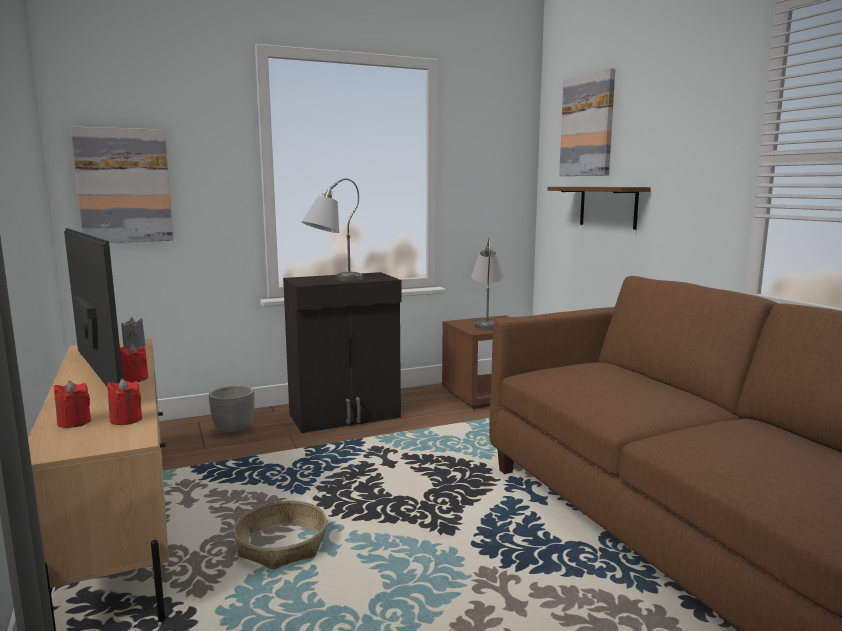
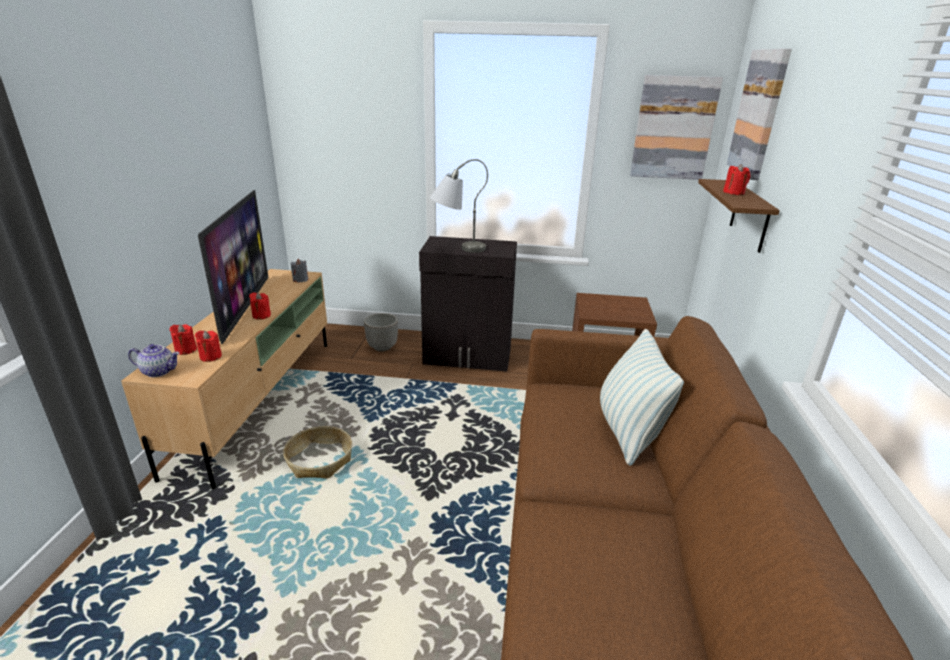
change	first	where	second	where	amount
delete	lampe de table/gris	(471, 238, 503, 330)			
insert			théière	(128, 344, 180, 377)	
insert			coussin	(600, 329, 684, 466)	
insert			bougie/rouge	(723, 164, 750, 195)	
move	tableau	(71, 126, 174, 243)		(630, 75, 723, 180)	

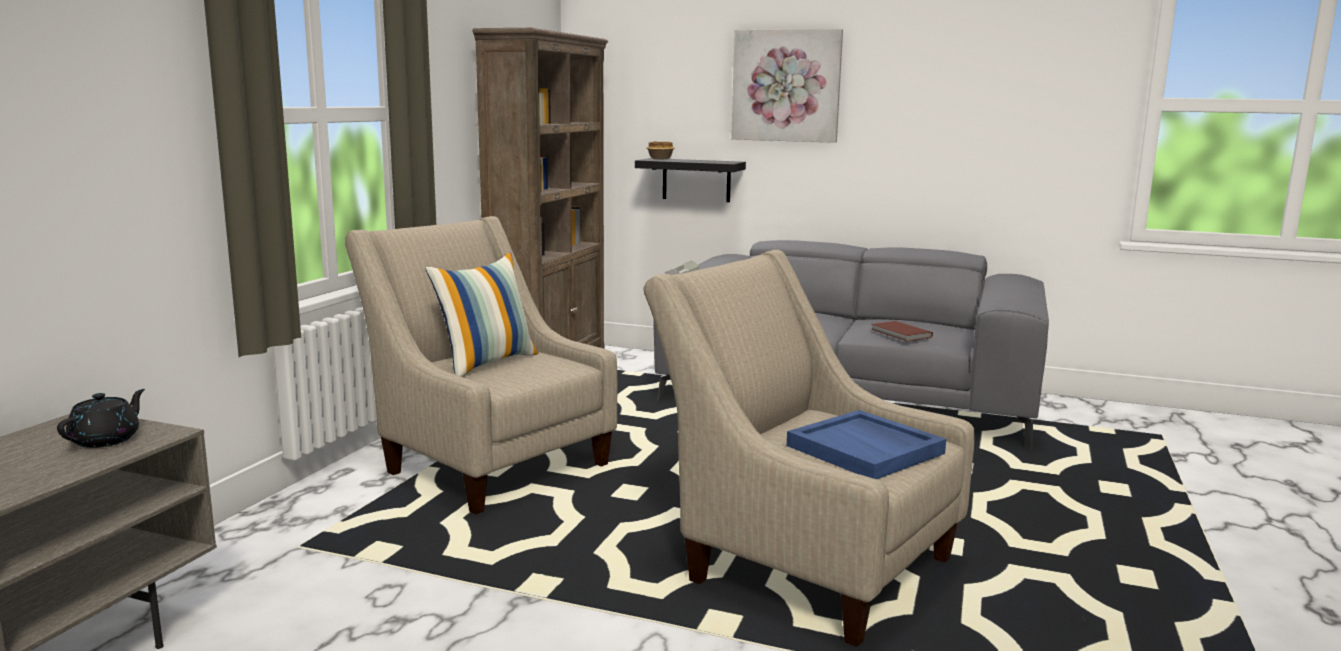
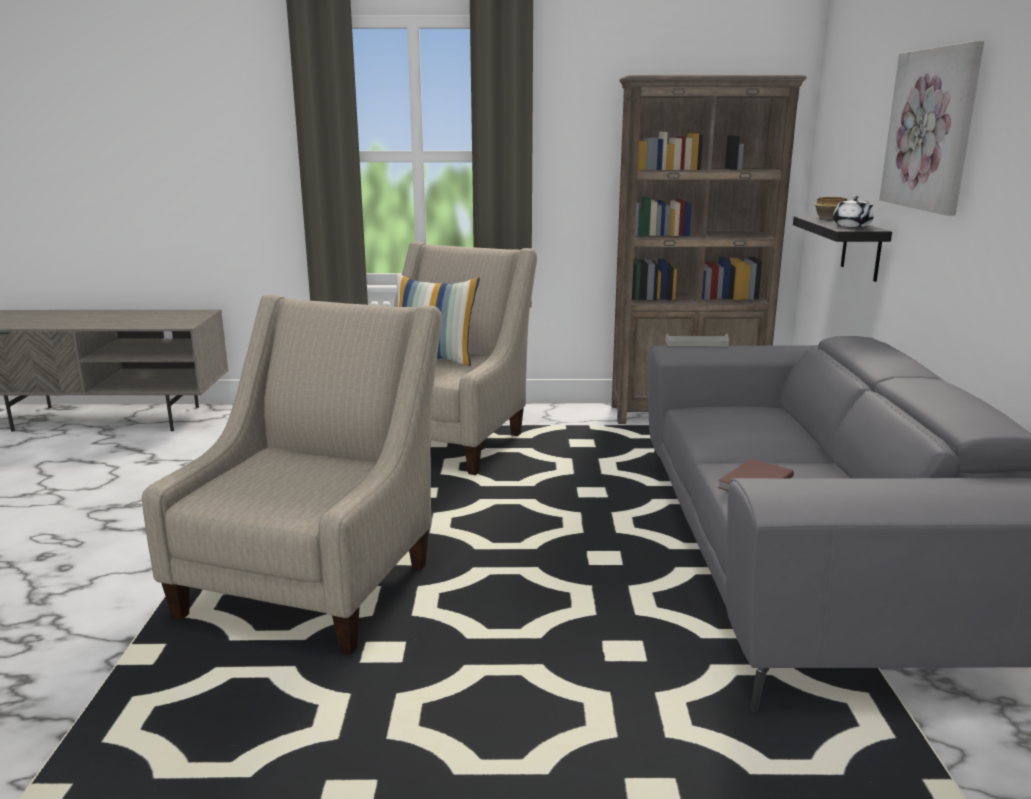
change	first	where	second	where	amount
delete	théière/noir	(57, 389, 145, 448)			
delete	plateau/bleu	(787, 410, 946, 479)			
insert			théière/blanc	(833, 195, 874, 227)	

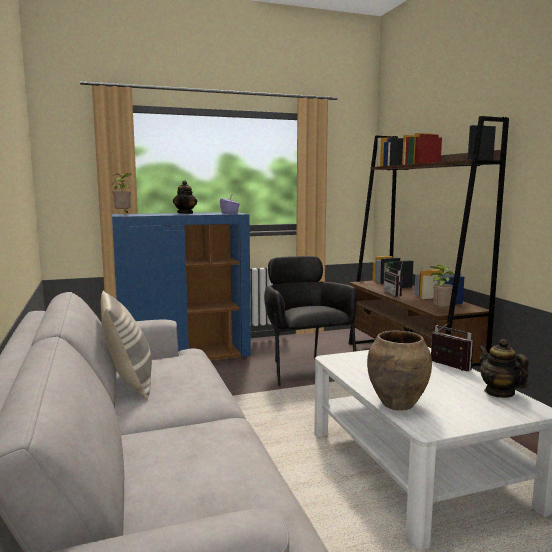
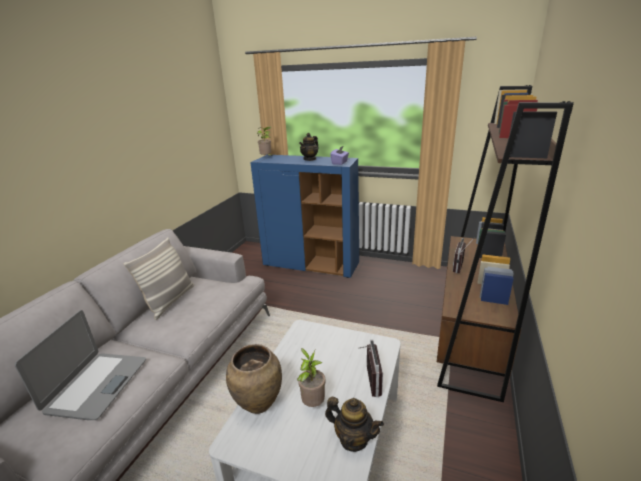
change	first	where	second	where	amount
delete	fauteuil/noir	(264, 256, 357, 386)			
insert			ordinateur portable	(15, 310, 146, 420)	
move	plante en pot	(430, 265, 454, 309)		(297, 348, 326, 407)	
rotate	théière	(478, 339, 529, 398)		(325, 397, 384, 452)	105 degrees clockwise

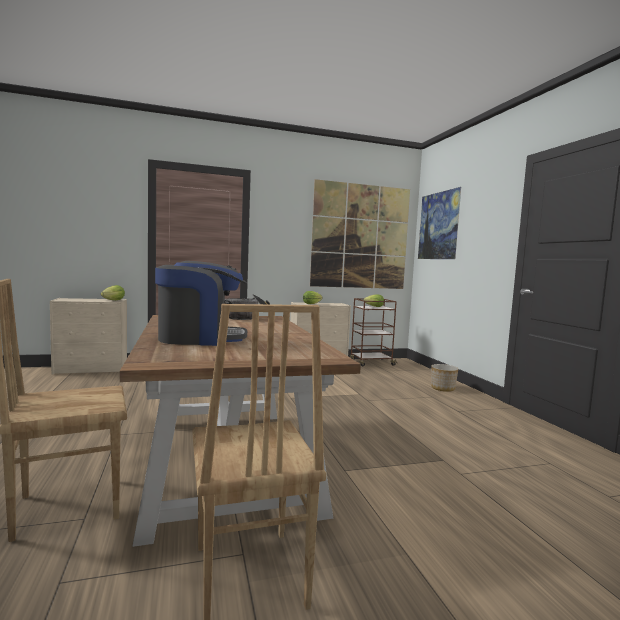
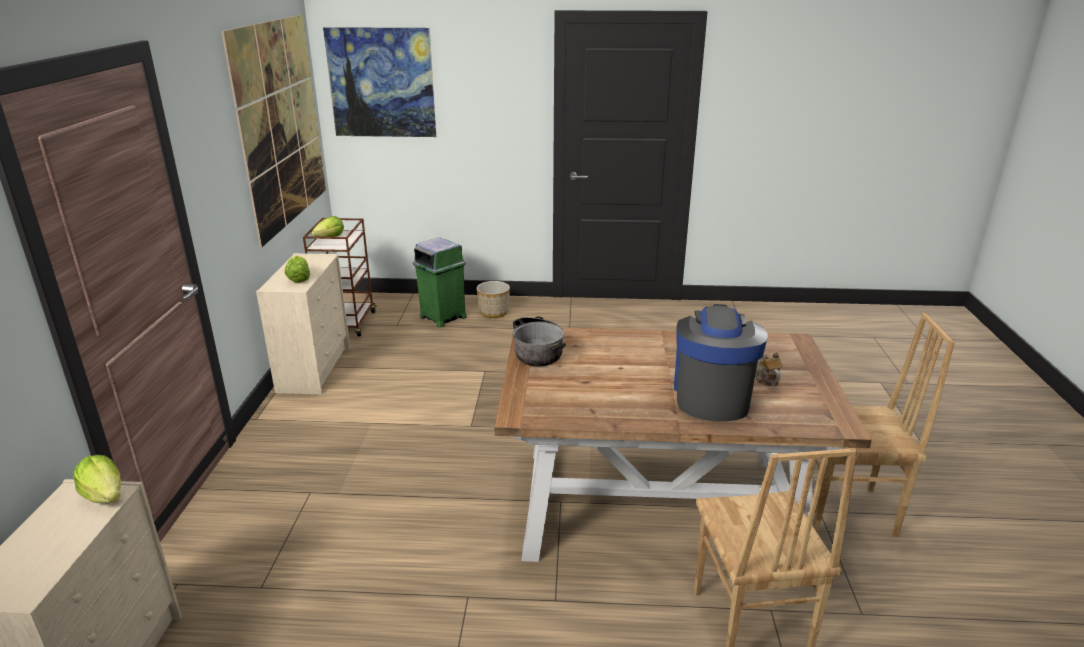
change	first	where	second	where	amount
insert			poubelle/vert	(412, 237, 467, 328)	
insert			théière	(755, 352, 783, 386)	

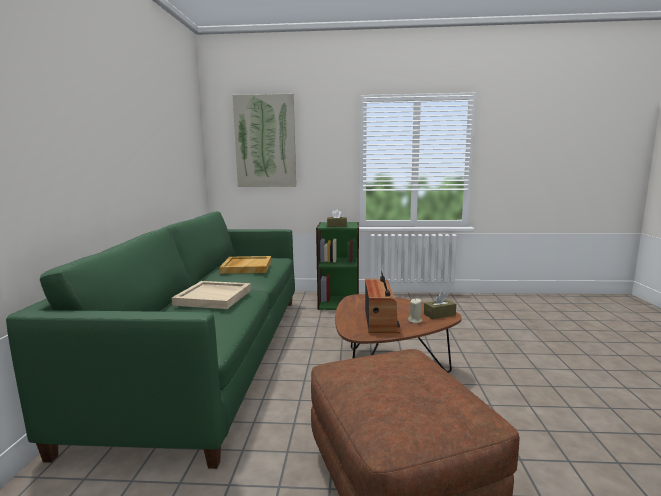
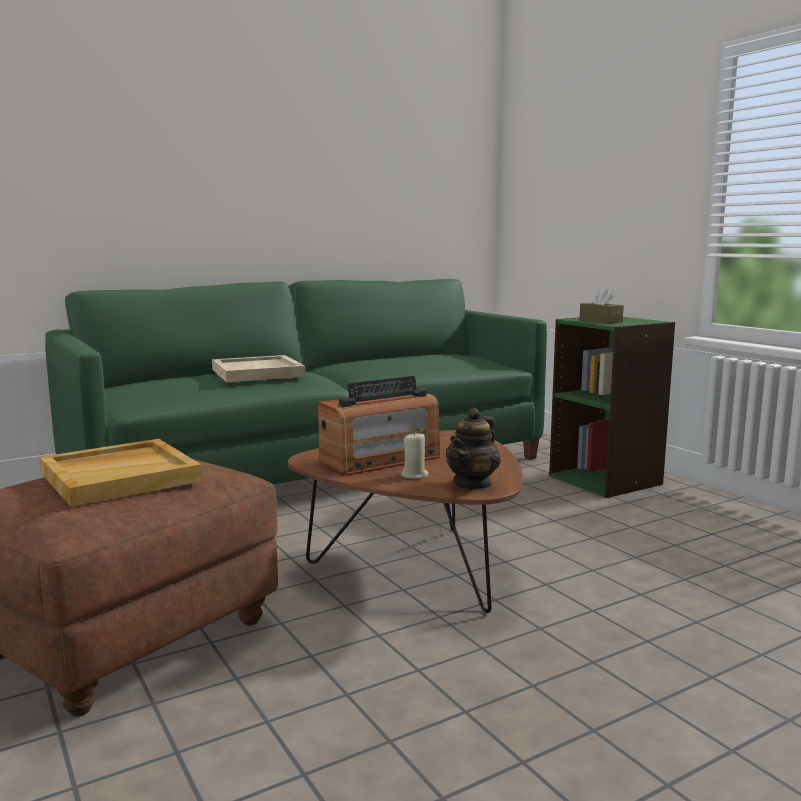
change	first	where	second	where	amount
delete	tableau	(233, 94, 296, 187)			
move	plateau/beige	(219, 256, 272, 274)		(39, 439, 202, 507)	
replace	boîte à mouchoirs/marron	(424, 292, 456, 319)	théière	(446, 408, 501, 491)	

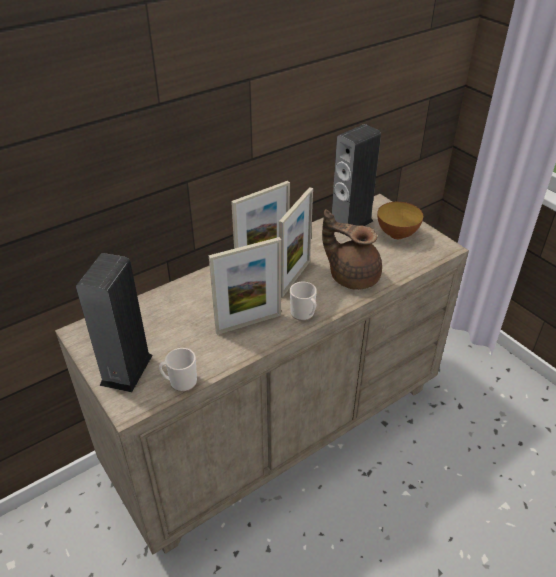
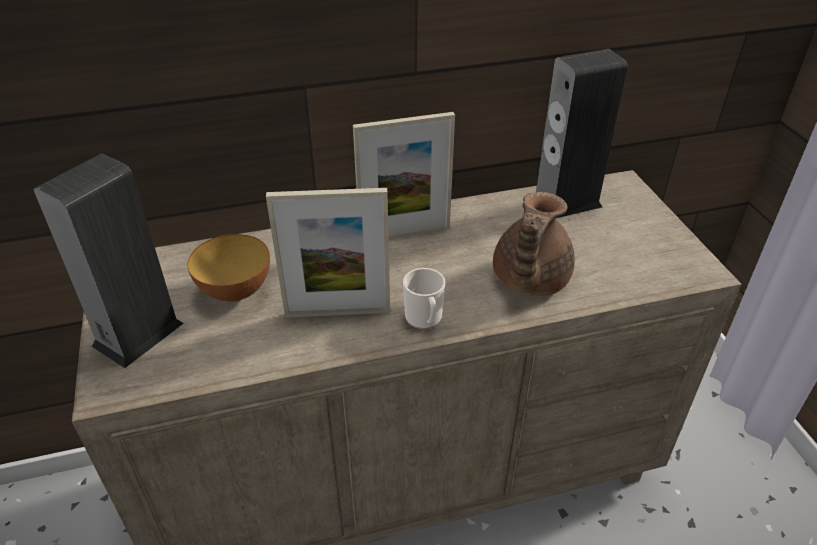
change	first	where	second	where	amount
delete	mug	(159, 348, 197, 392)			
delete	cadre photo	(279, 187, 313, 298)			
move	bol	(377, 202, 423, 239)		(187, 234, 270, 302)	
rotate	théière/marron	(322, 209, 382, 290)		(493, 192, 575, 296)	120 degrees counterclockwise

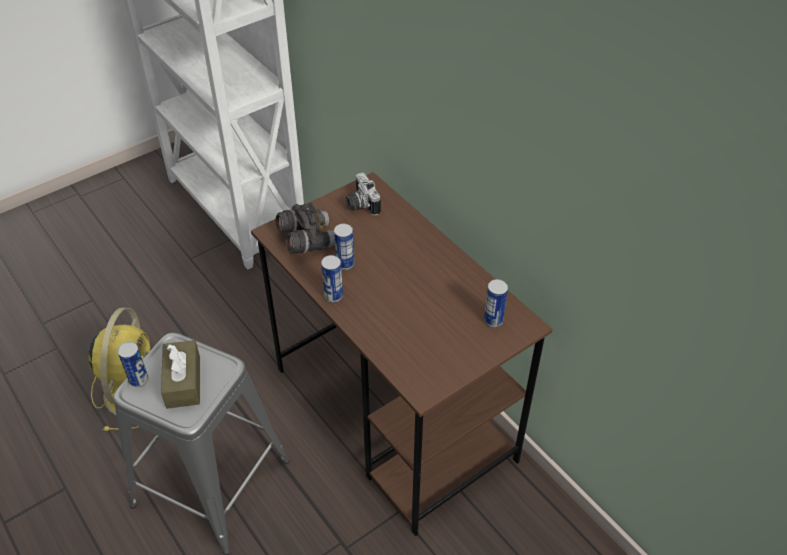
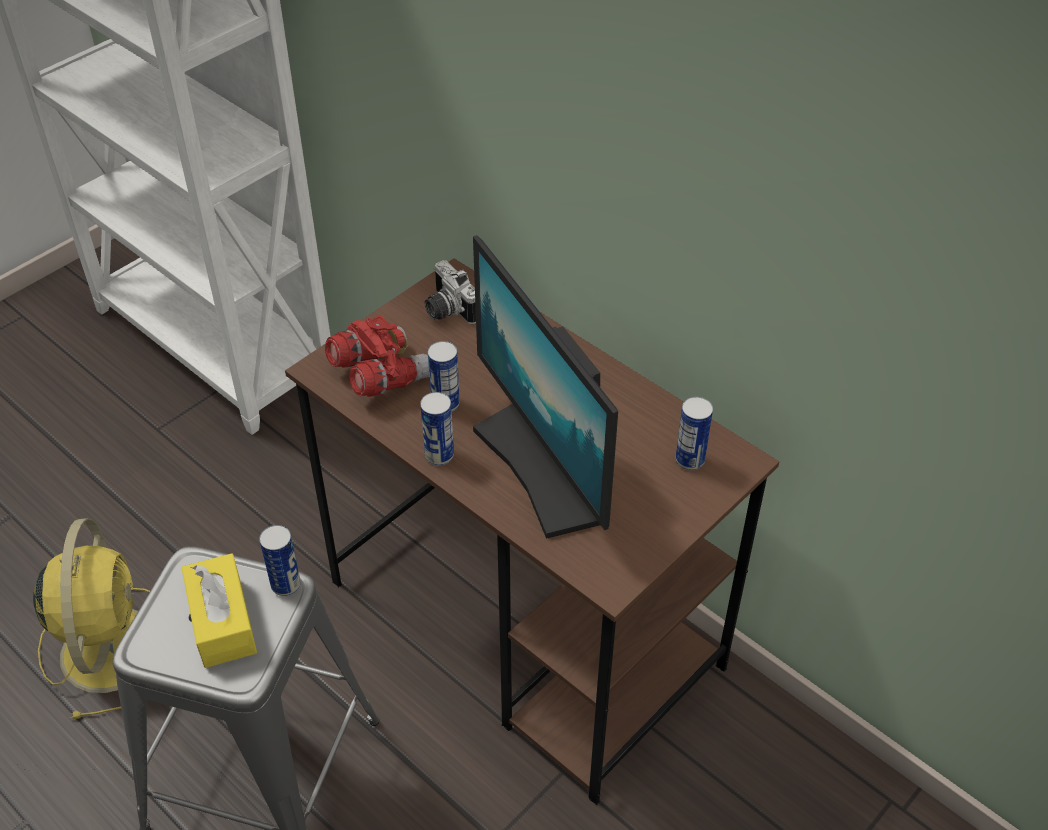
change	first	where	second	where	amount
insert			écran d'ordinateur	(473, 235, 618, 539)	
move	boîte métallique	(118, 342, 149, 387)		(259, 525, 301, 596)	
recolor	boîte à mouchoirs/marron	(161, 340, 200, 409)	boîte à mouchoirs/jaune	(181, 553, 257, 668)	
recolor	jumelles/gris	(275, 202, 335, 253)	jumelles/rouge	(325, 315, 430, 397)	

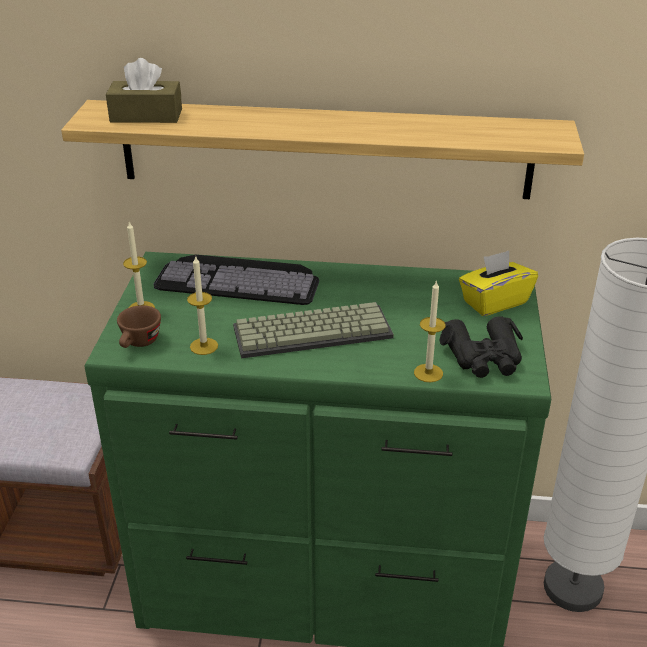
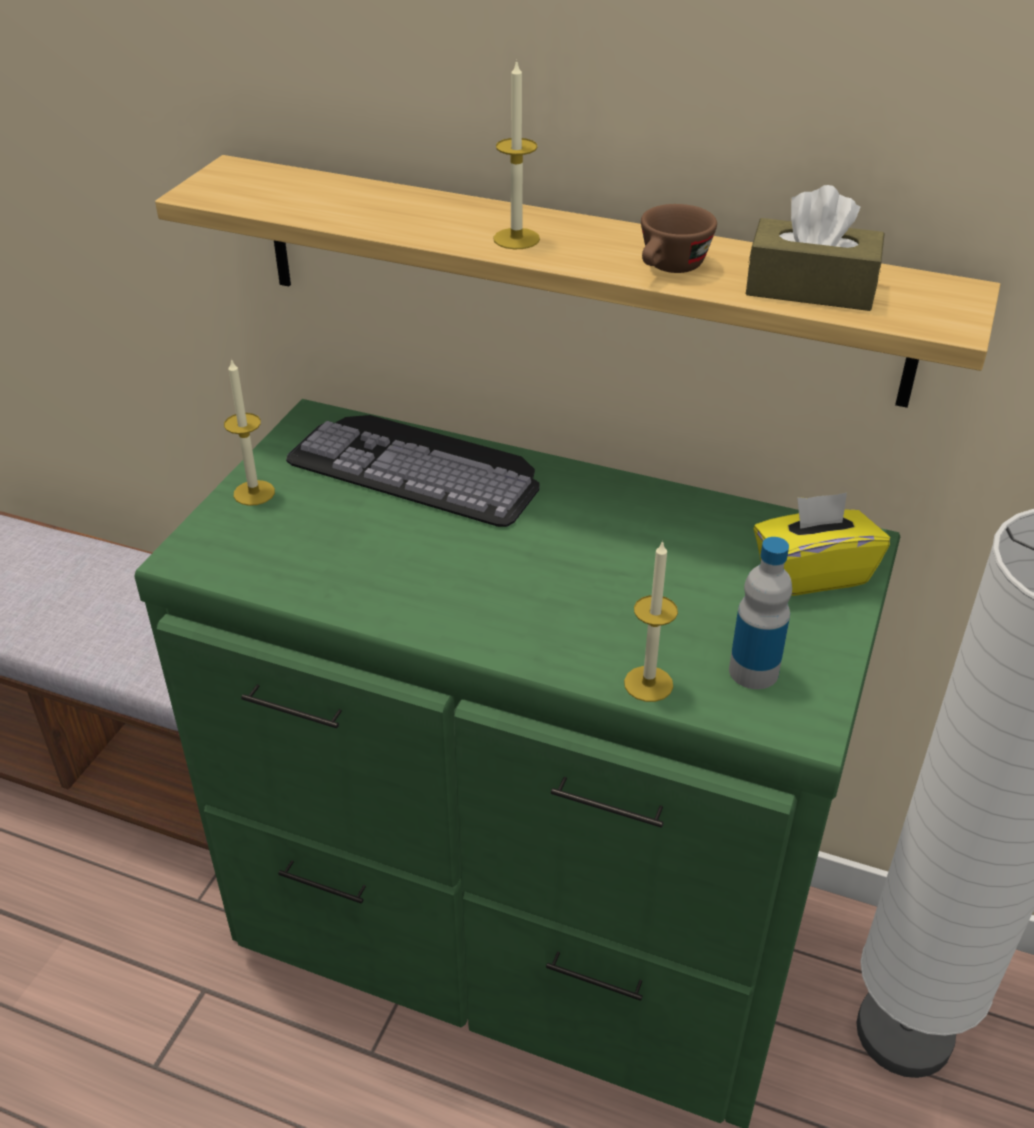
change	first	where	second	where	amount
delete	clavier	(233, 302, 394, 358)			
move	boîte à mouchoirs/marron	(106, 58, 182, 123)		(746, 185, 885, 311)	
move	tasse/marron	(117, 305, 161, 348)		(641, 204, 717, 273)	
move	bougie	(187, 255, 218, 355)		(493, 59, 540, 249)	
replace	jumelles/noir	(440, 316, 523, 378)	bouteille	(729, 537, 792, 689)	

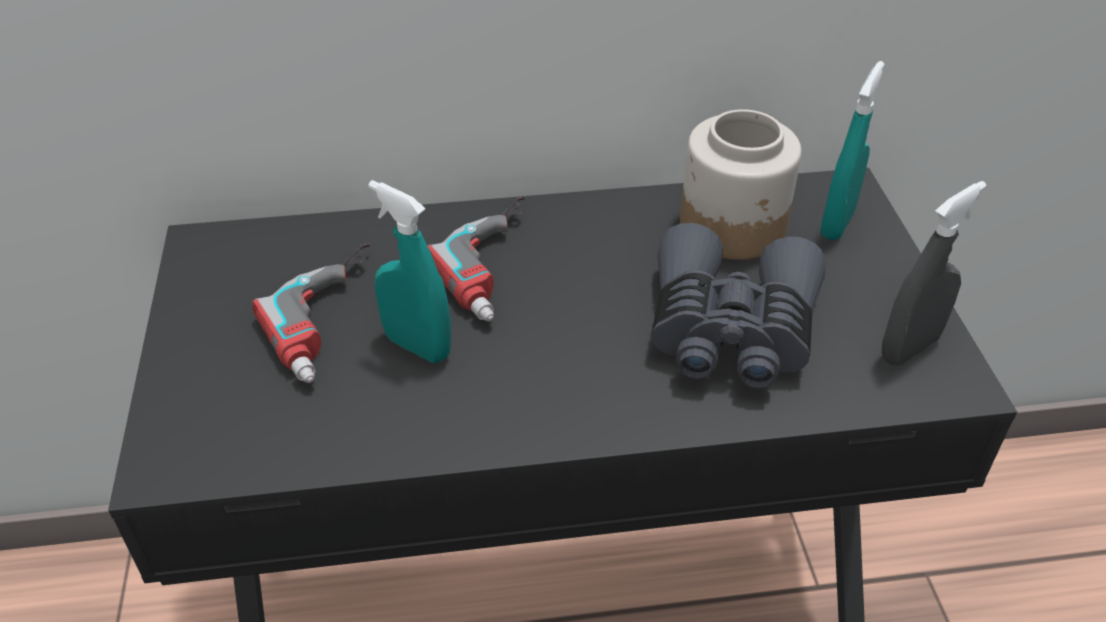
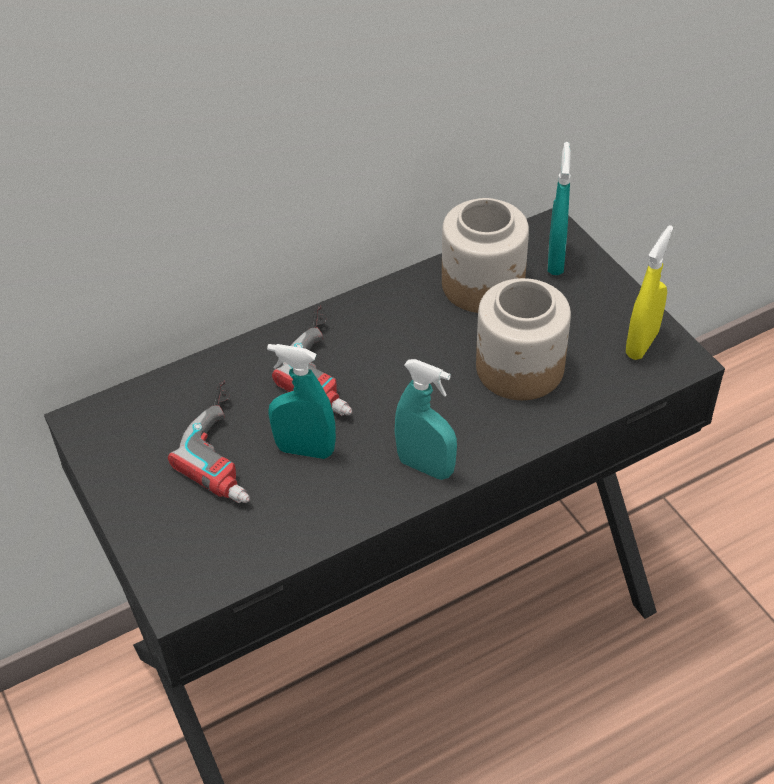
change	first	where	second	where	amount
insert			vaporisateur/turquoise	(395, 359, 457, 480)	
replace	jumelles/gris	(651, 223, 826, 389)	bocal	(476, 278, 571, 400)	
recolor	vaporisateur/gris	(881, 181, 987, 365)	vaporisateur/jaune	(626, 225, 673, 360)	

